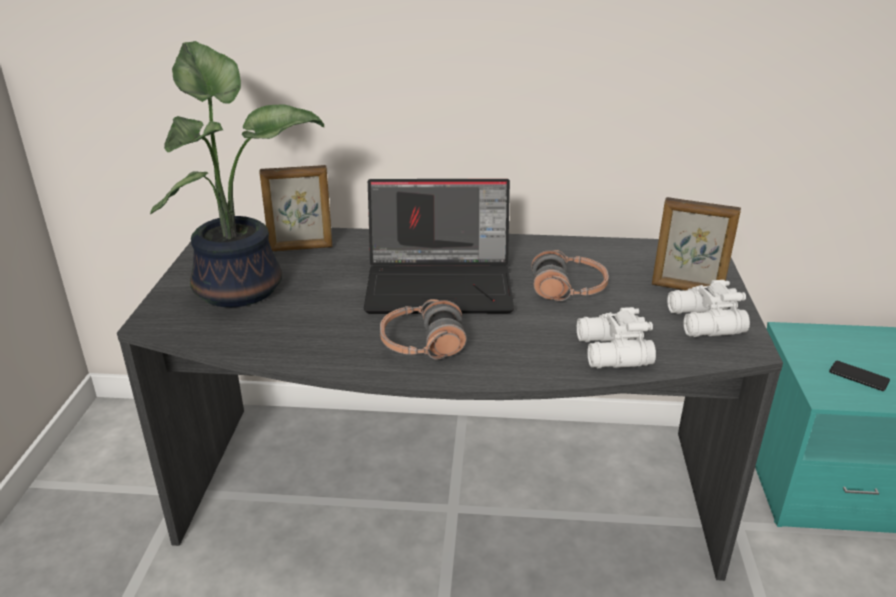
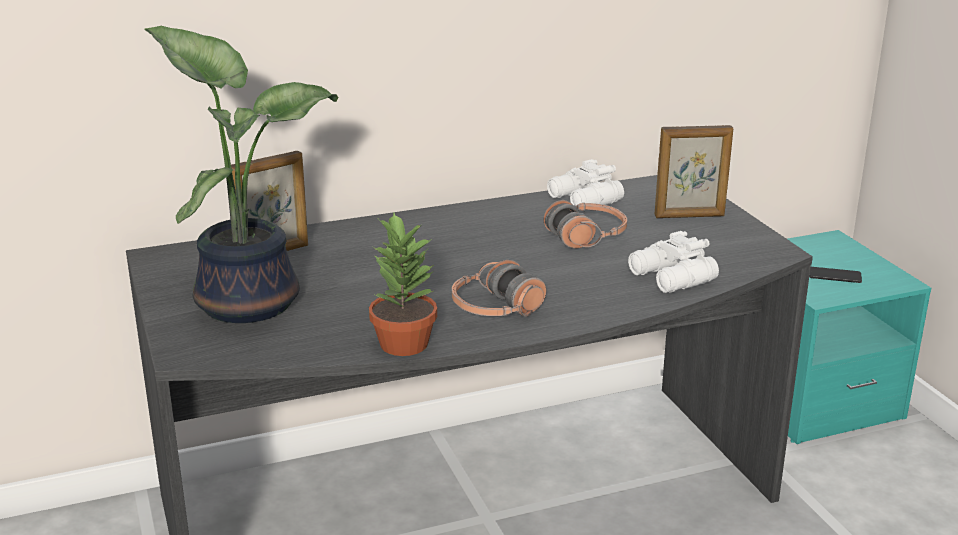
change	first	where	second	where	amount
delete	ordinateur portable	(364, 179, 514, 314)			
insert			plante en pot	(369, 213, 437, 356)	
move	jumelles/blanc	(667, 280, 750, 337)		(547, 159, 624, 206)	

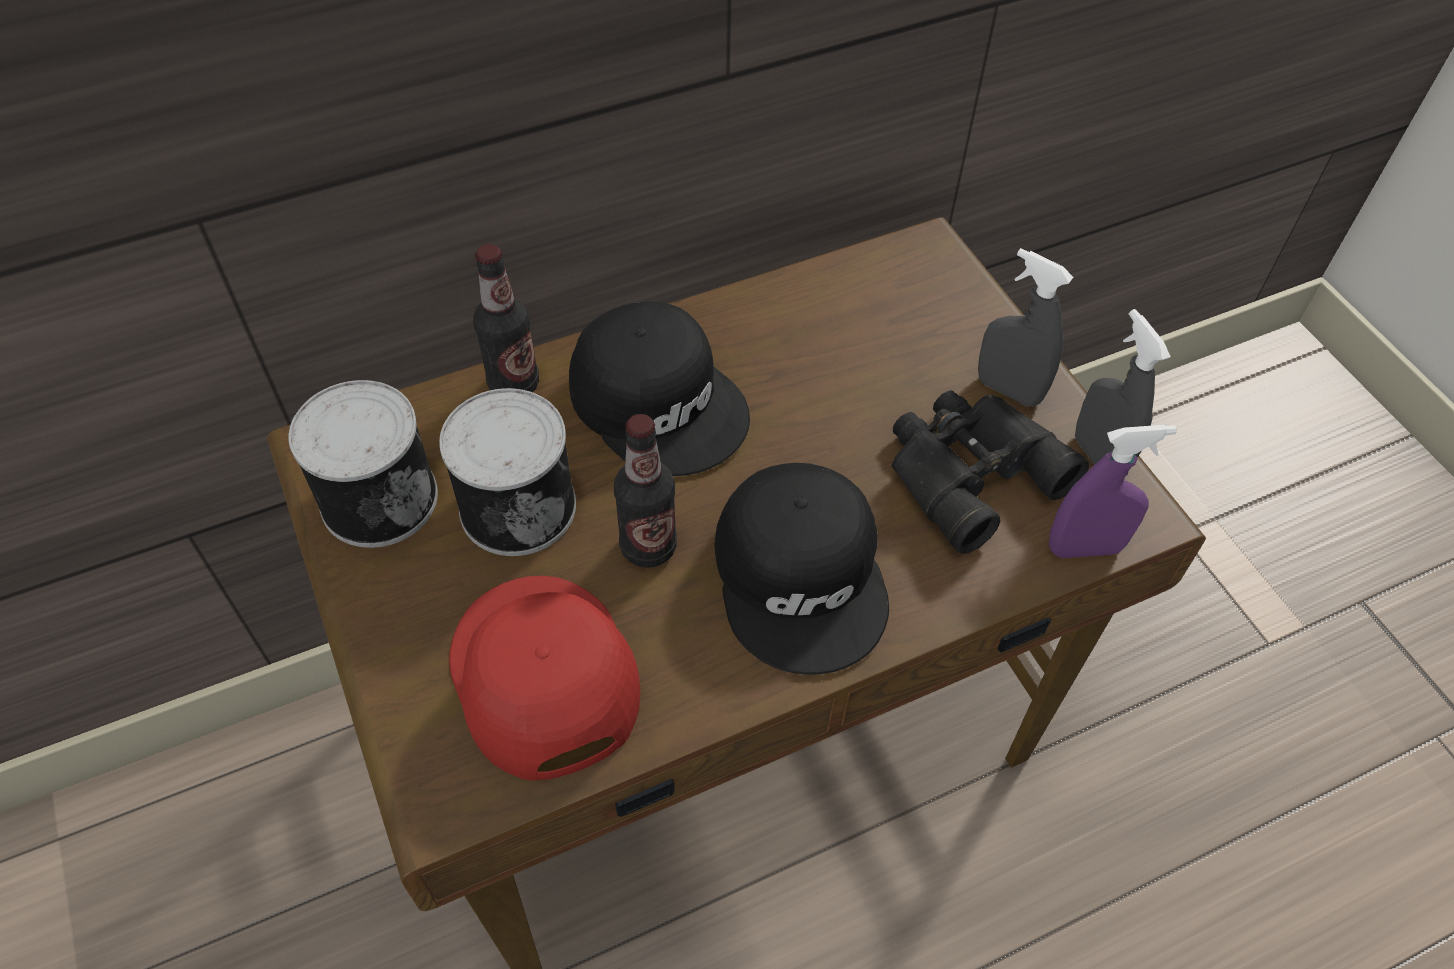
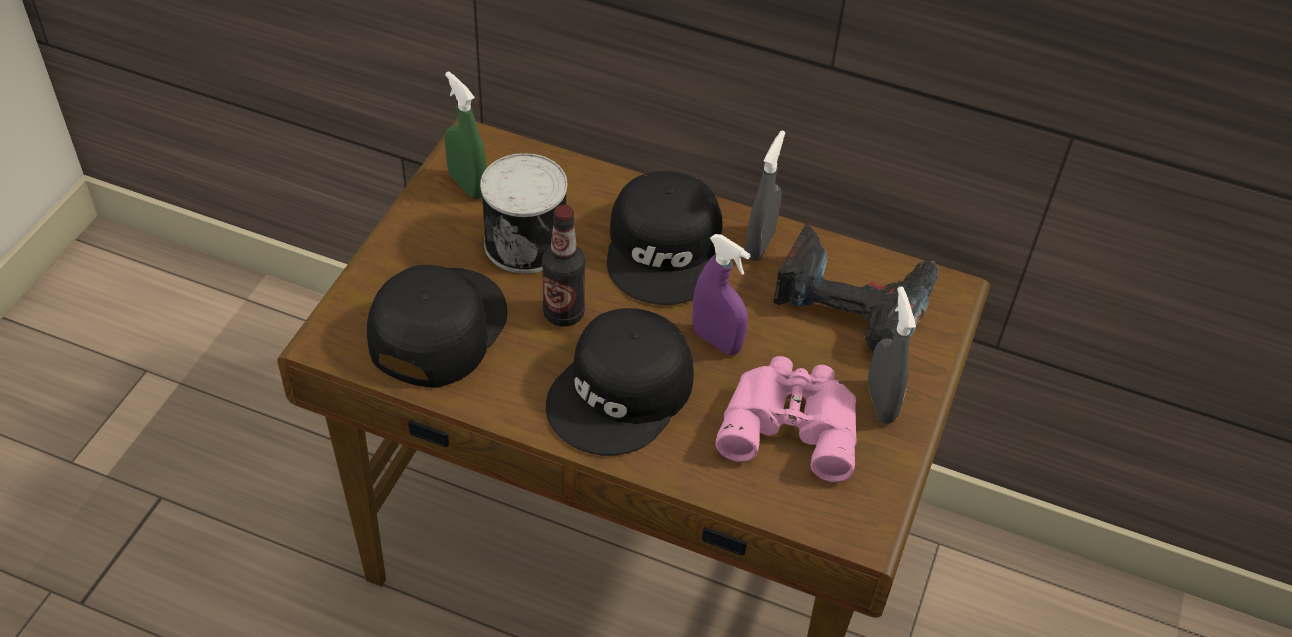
change	first	where	second	where	amount
delete	bouteille	(473, 244, 539, 392)			
insert			perceuse	(773, 224, 939, 353)	
move	vaporisateur/violet	(1049, 425, 1177, 558)		(692, 234, 751, 355)	
move	vaporisateur/gris	(1075, 309, 1171, 470)		(745, 130, 785, 261)	
replace	boîte métallique	(288, 380, 438, 548)	vaporisateur/vert	(445, 71, 487, 199)	
recolor	casquette/rouge	(449, 576, 640, 781)	casquette/noir	(367, 265, 507, 388)	
recolor	jumelles/noir	(892, 390, 1089, 554)	jumelles/rose	(716, 356, 857, 482)	

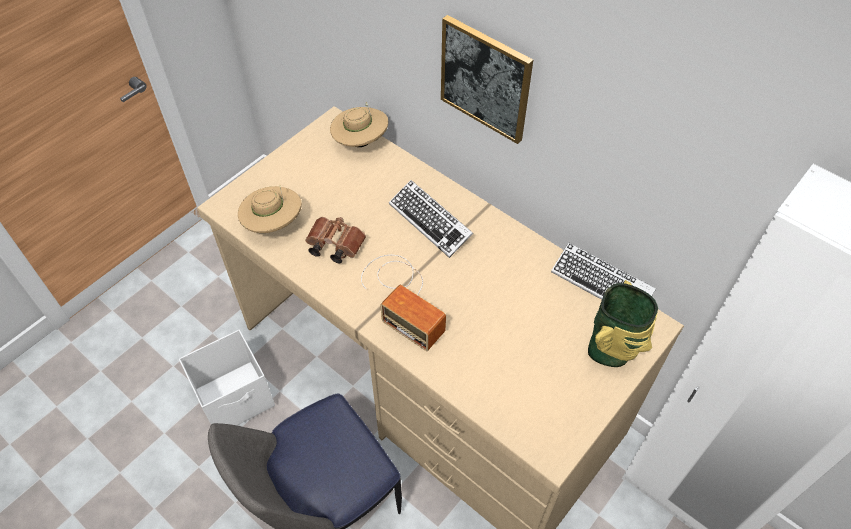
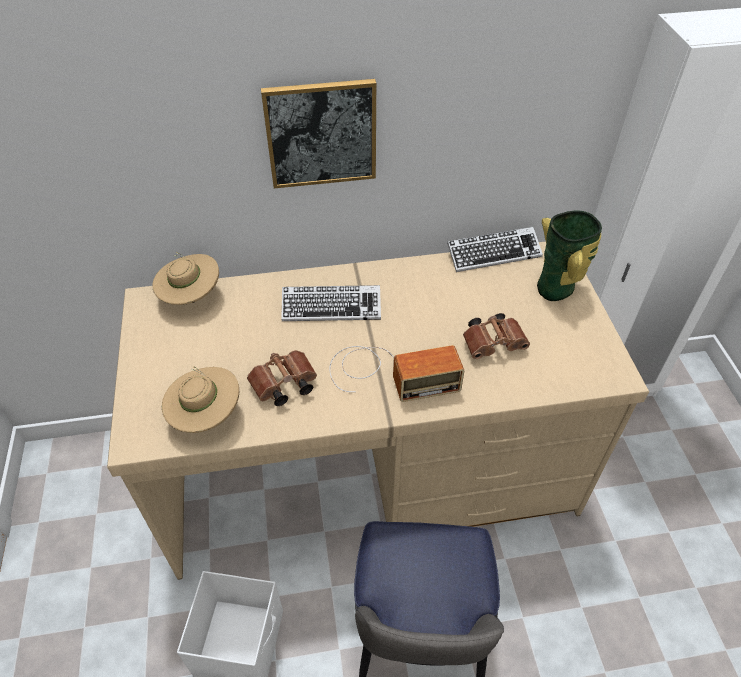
change	first	where	second	where	amount
insert			jumelles/marron	(463, 313, 530, 359)	

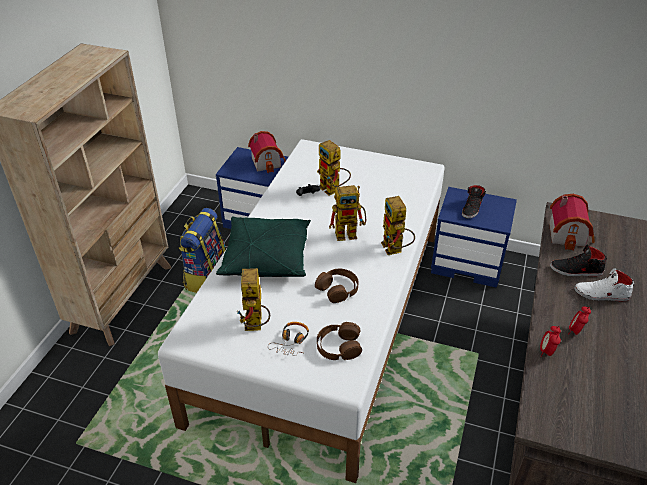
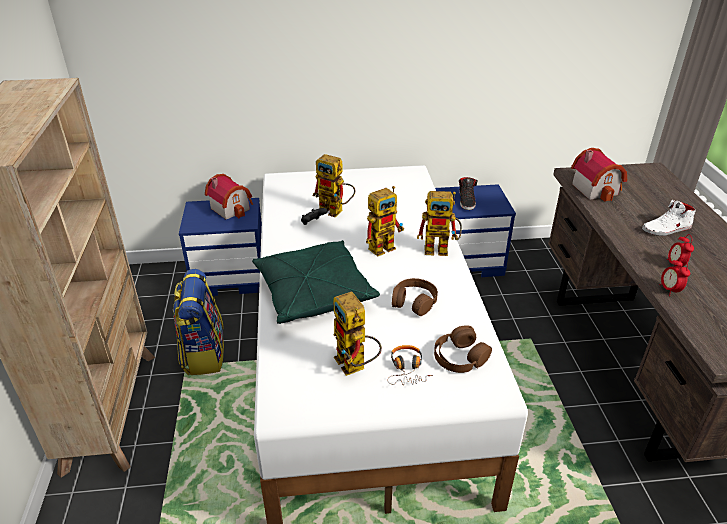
change	first	where	second	where	amount
delete	chaussure/noir	(550, 244, 607, 277)			
rotate	robot jouet	(381, 196, 415, 255)		(417, 191, 462, 256)	45 degrees counterclockwise

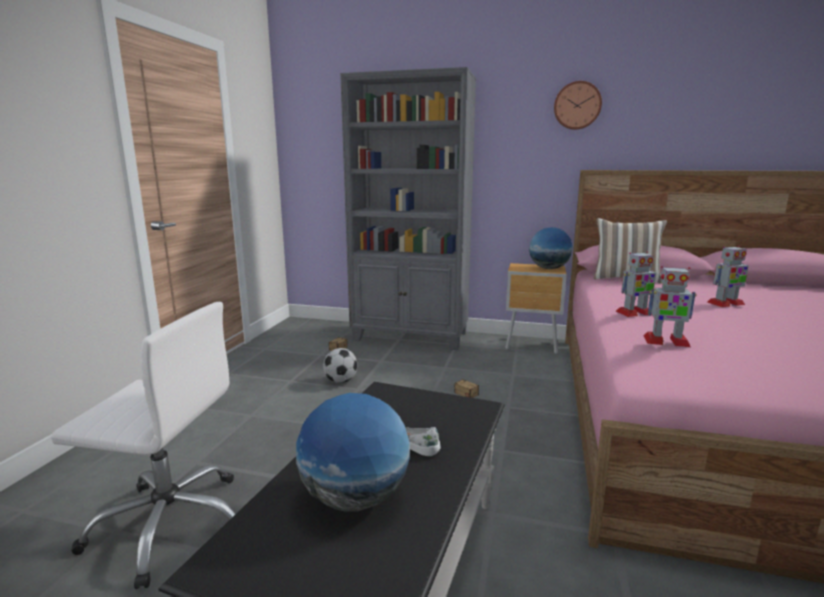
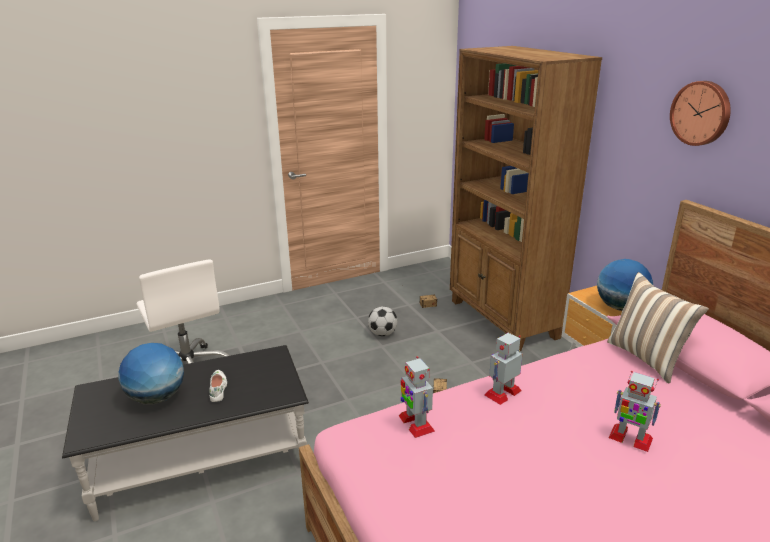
change	first	where	second	where	amount
recolor	bibliothèque/gris	(340, 67, 476, 350)	bibliothèque/marron	(450, 46, 602, 351)	
rotate	robot jouet	(615, 251, 656, 317)		(484, 333, 522, 405)	105 degrees clockwise

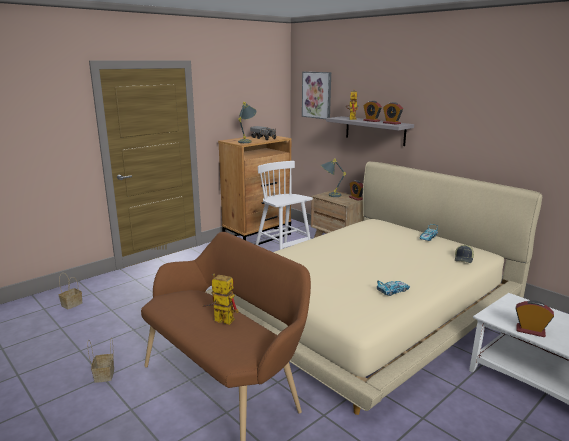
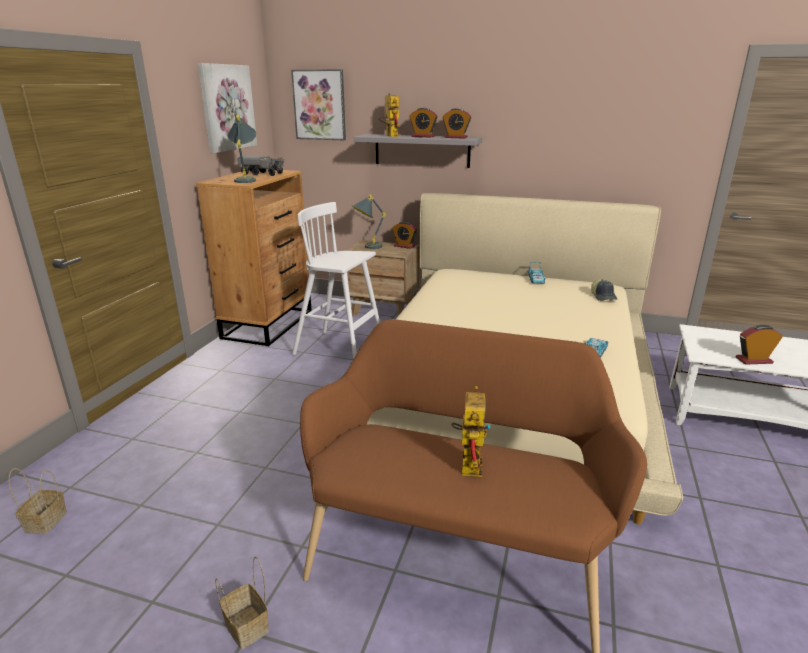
change	first	where	second	where	amount
insert			tableau	(198, 63, 257, 153)	
rotate	robot jouet	(203, 273, 239, 325)		(451, 386, 491, 477)	105 degrees clockwise

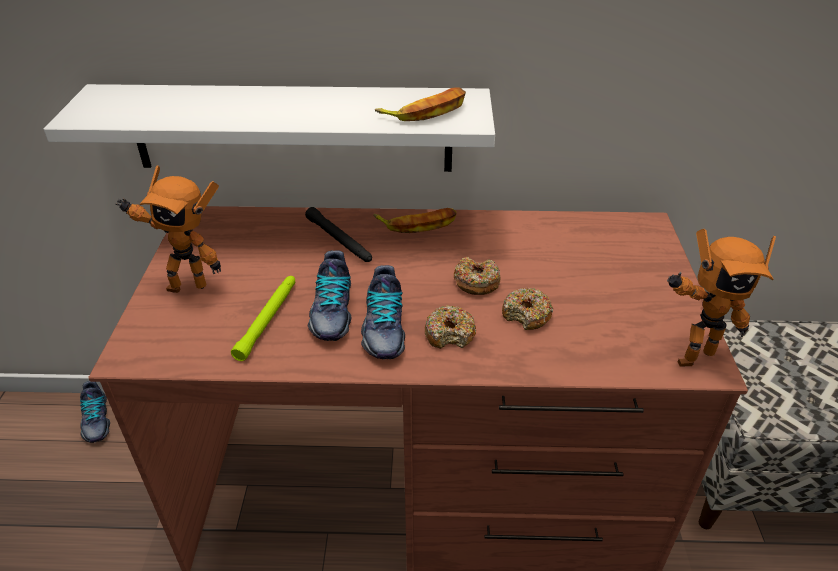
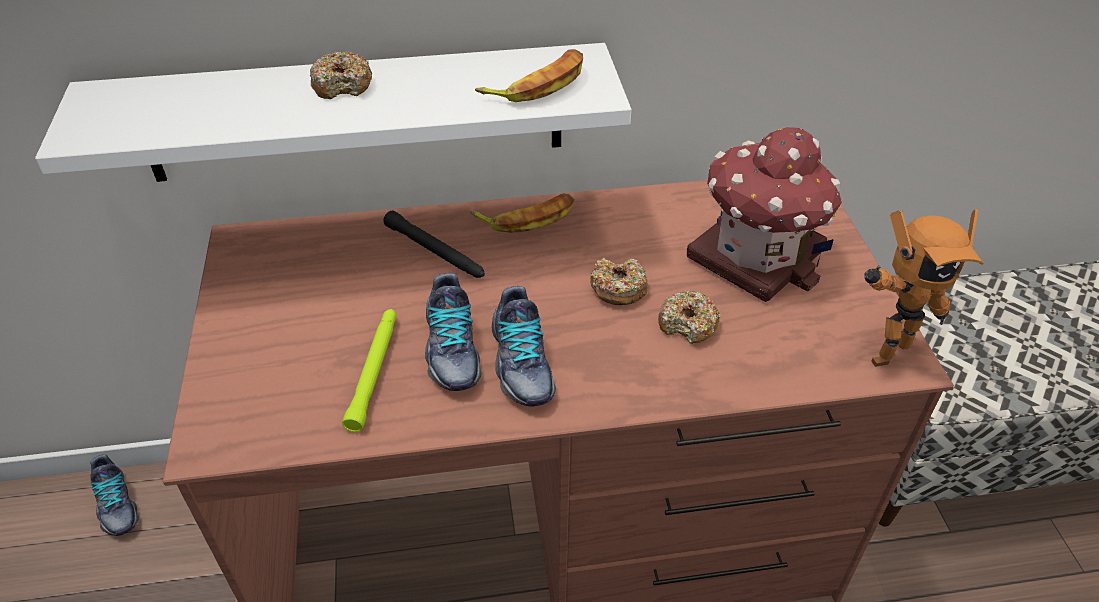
change	first	where	second	where	amount
delete	robot jouet	(115, 166, 221, 293)			
insert			maison miniature	(687, 127, 843, 302)	
move	beignet	(425, 305, 476, 349)		(310, 51, 372, 99)	

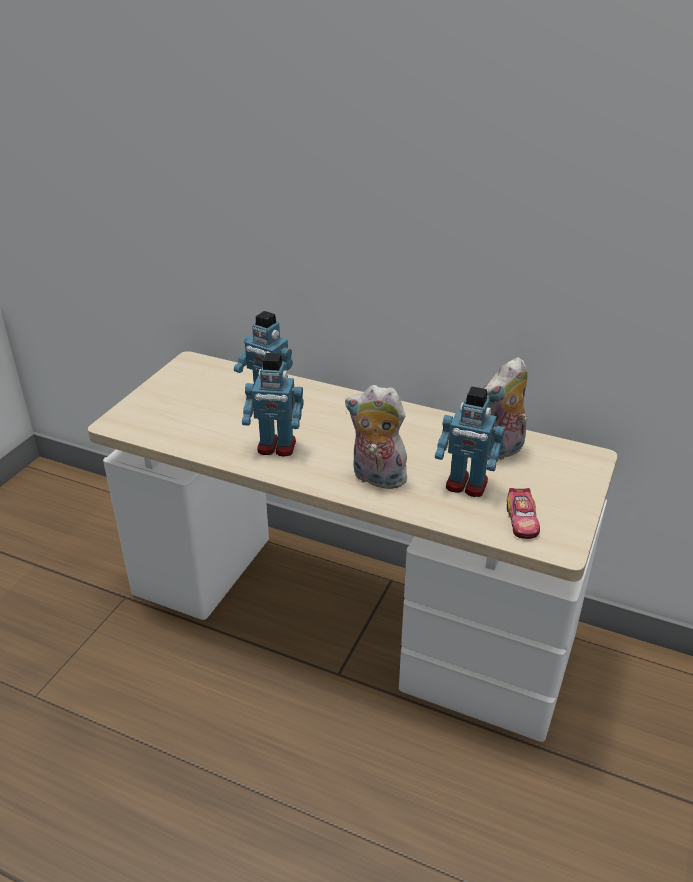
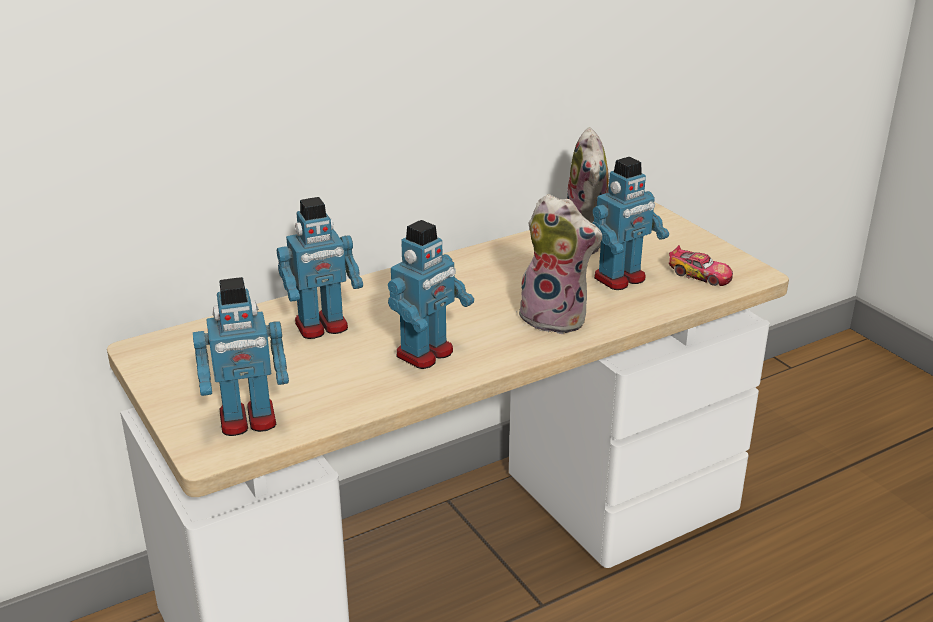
change	first	where	second	where	amount
insert			robot jouet	(193, 277, 289, 436)	
rotate	peluche	(345, 385, 411, 489)		(516, 194, 602, 335)	120 degrees counterclockwise

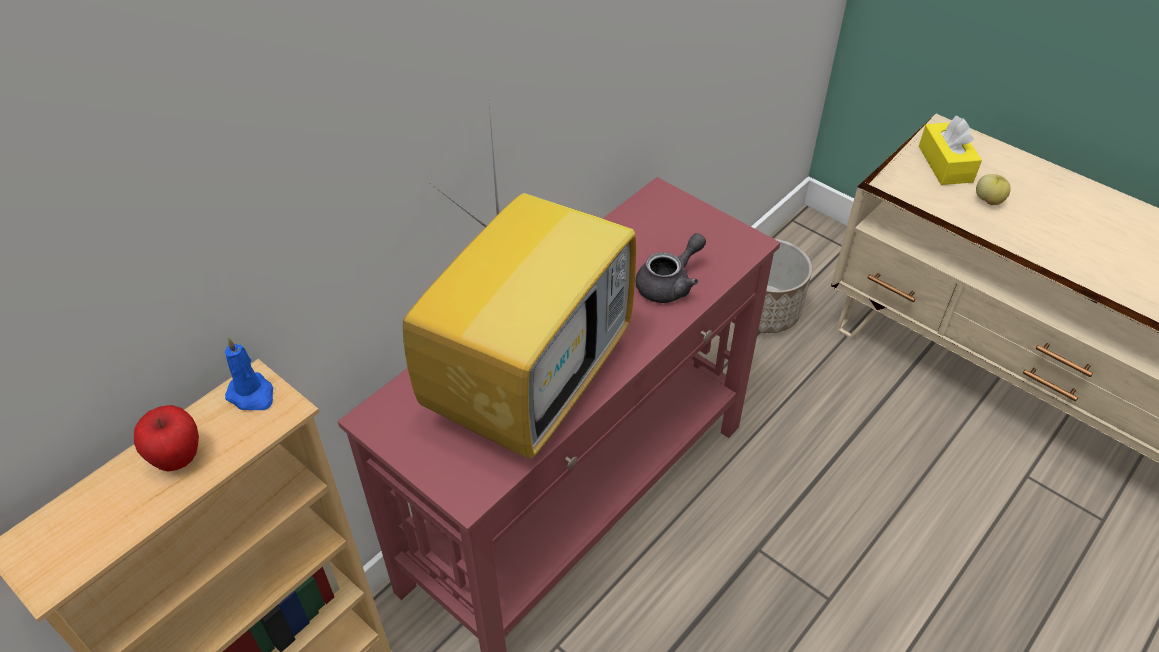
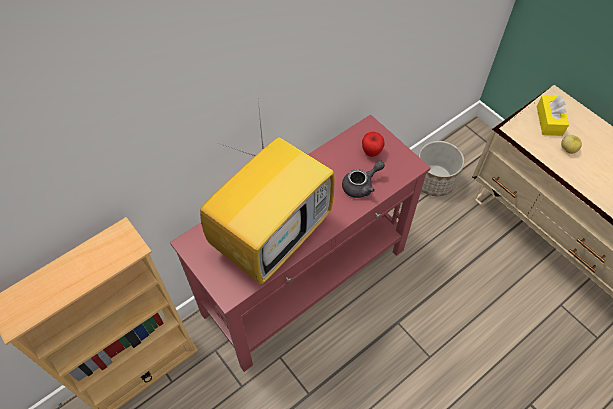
change	first	where	second	where	amount
delete	bougie/bleu	(225, 337, 273, 410)			
move	pomme	(134, 405, 199, 472)		(362, 132, 385, 157)	

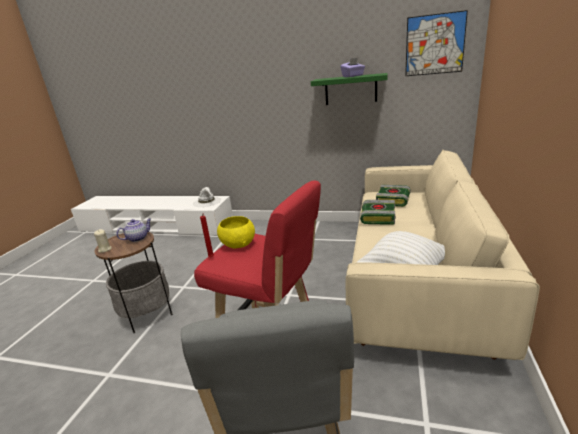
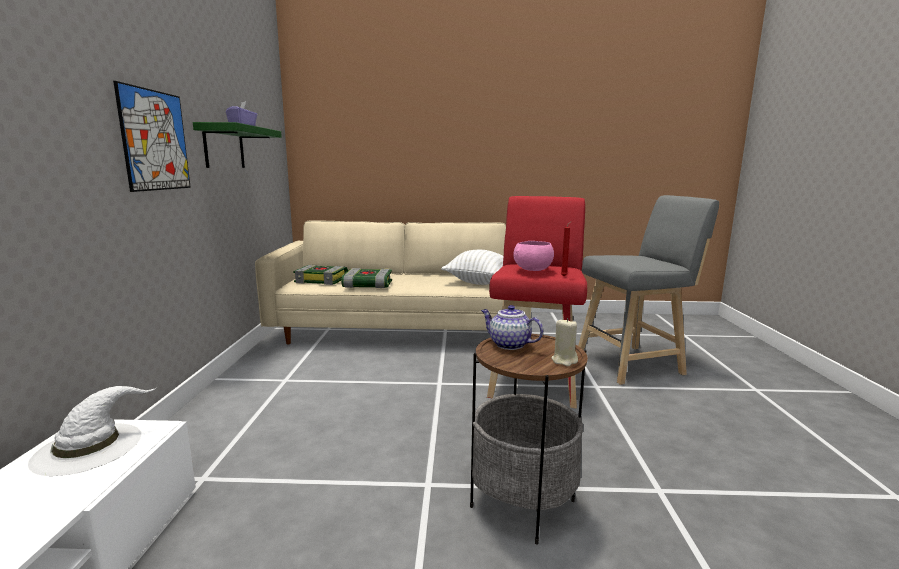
change	first	where	second	where	amount
move	tableau	(405, 10, 468, 76)		(113, 81, 191, 192)	
recolor	bol/jaune	(217, 216, 255, 248)	bol/rose	(513, 241, 554, 271)	

